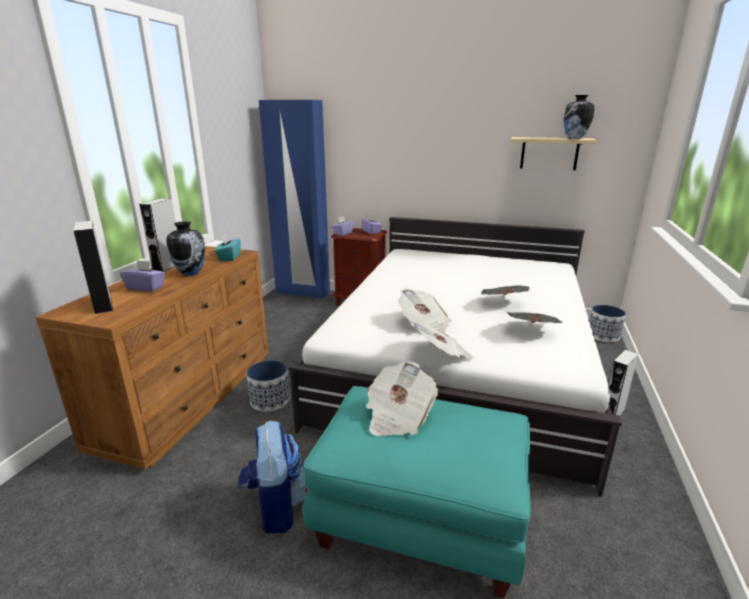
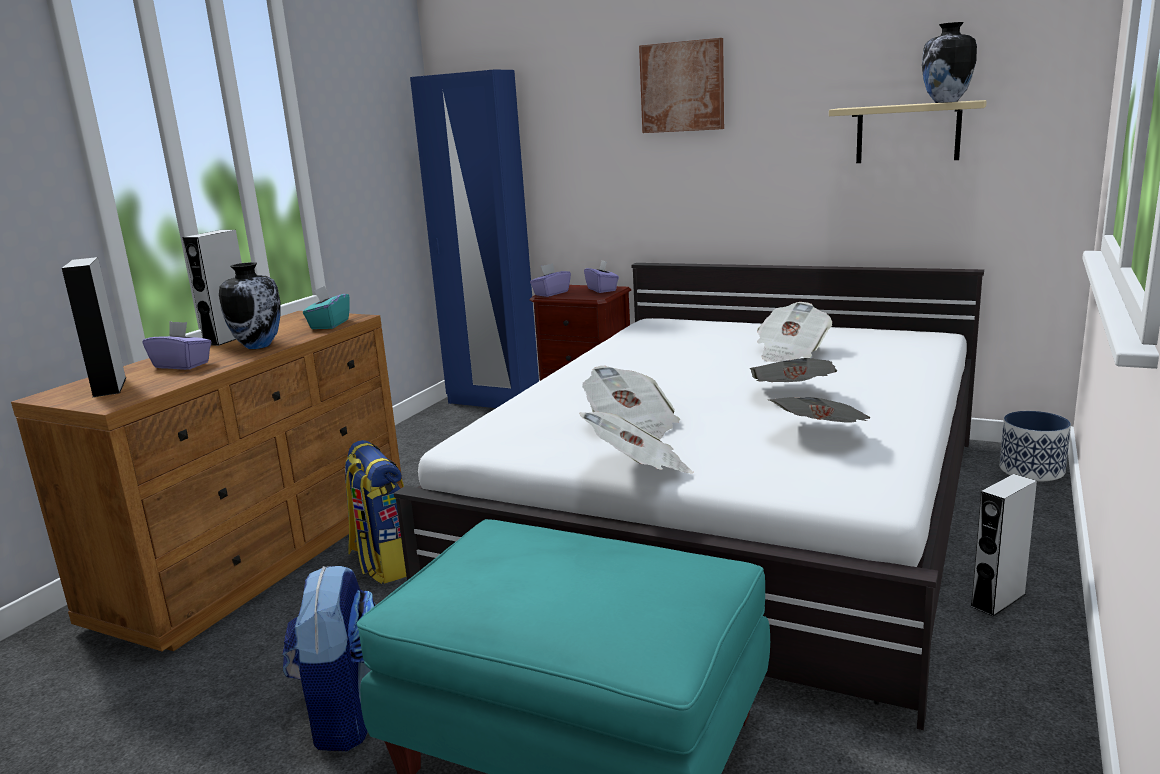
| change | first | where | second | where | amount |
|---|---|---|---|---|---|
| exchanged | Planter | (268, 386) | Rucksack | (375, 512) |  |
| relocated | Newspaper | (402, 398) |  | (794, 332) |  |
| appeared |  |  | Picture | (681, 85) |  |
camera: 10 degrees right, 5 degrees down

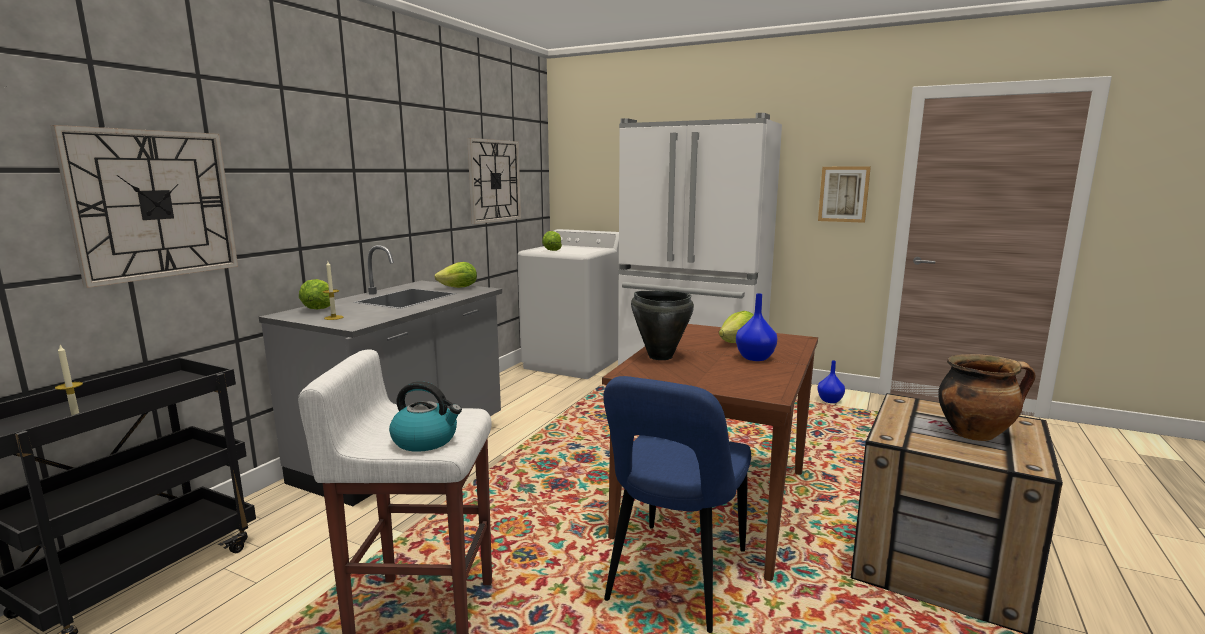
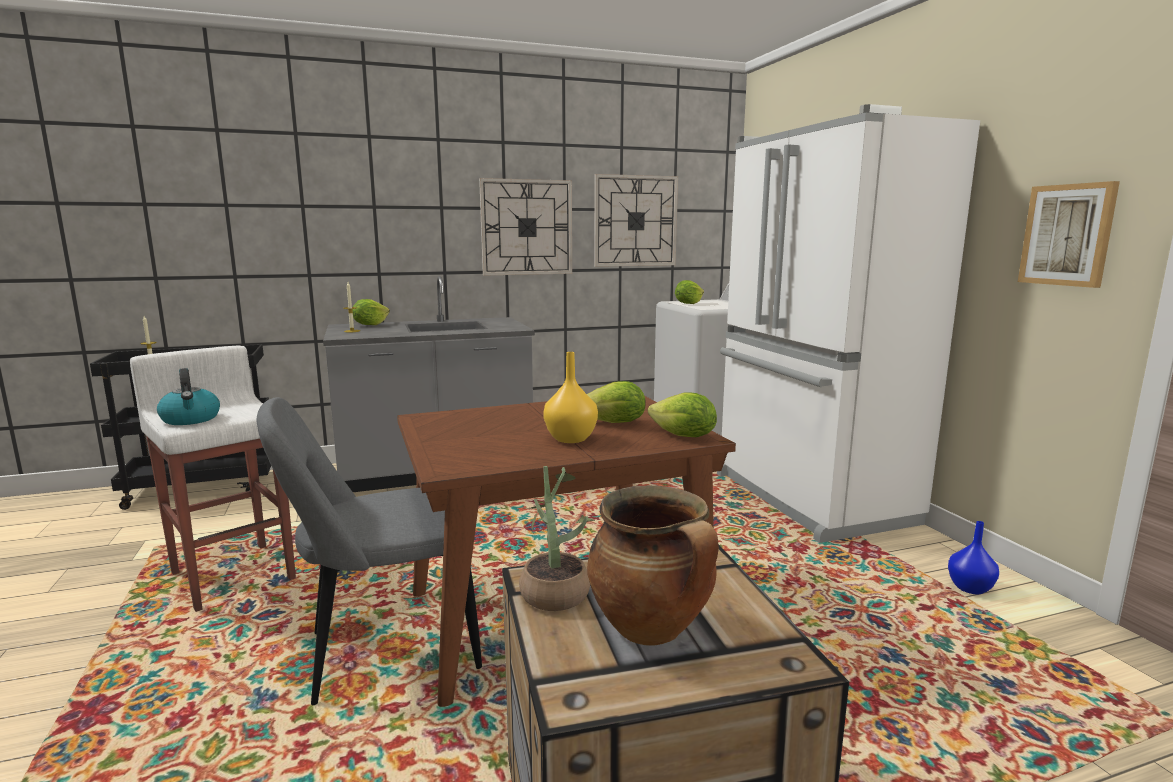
| change | first | where | second | where | amount |
|---|---|---|---|---|---|
| relocated | ClockOnTheWall | (144, 206) |  | (525, 227) |  |
| relocated | Lettuce | (455, 275) |  | (682, 415) |  |
| missing | BlackStockpot | (662, 325) |  |  |  |
| colour | BlueDecorativeVase | (756, 327) | YellowColouredDecorativeVase | (570, 397) |  |
| colour | BluePlainChair | (677, 504) | GreyPlainChair | (369, 551) |  |
| appeared |  |  | PlantInAPot | (557, 538) |  |
camera: 45 degrees right, 0 degrees up

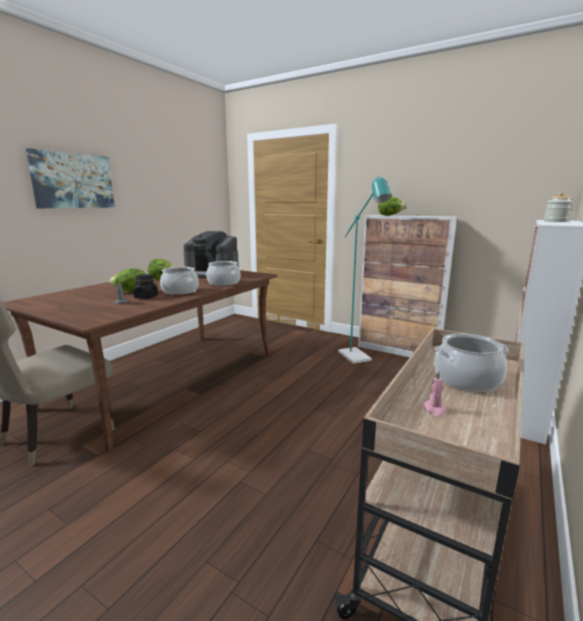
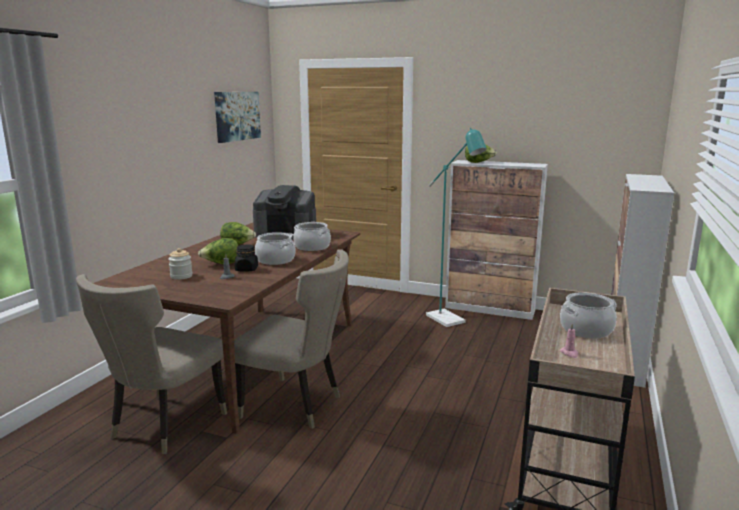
| change | first | where | second | where | amount |
|---|---|---|---|---|---|
| relocated | Picture | (70, 178) |  | (237, 117) |  |
| relocated | StorageJar | (558, 207) |  | (180, 264) |  |
| appeared |  |  | BeigeColouredPlainChair | (291, 339) |  |
camera: 10 degrees left, 0 degrees up

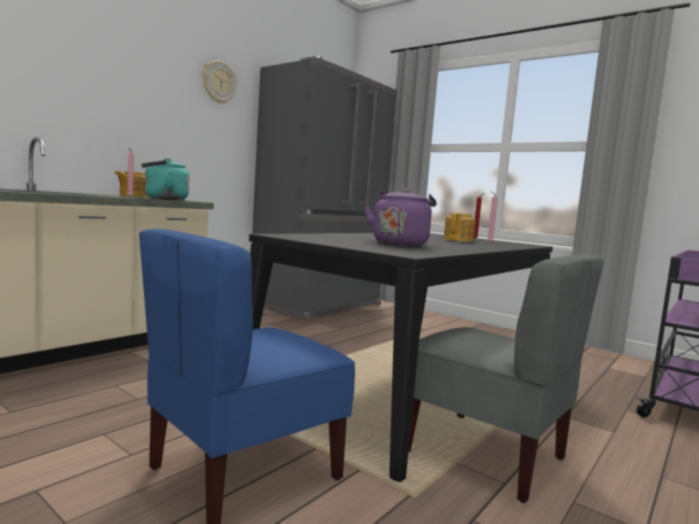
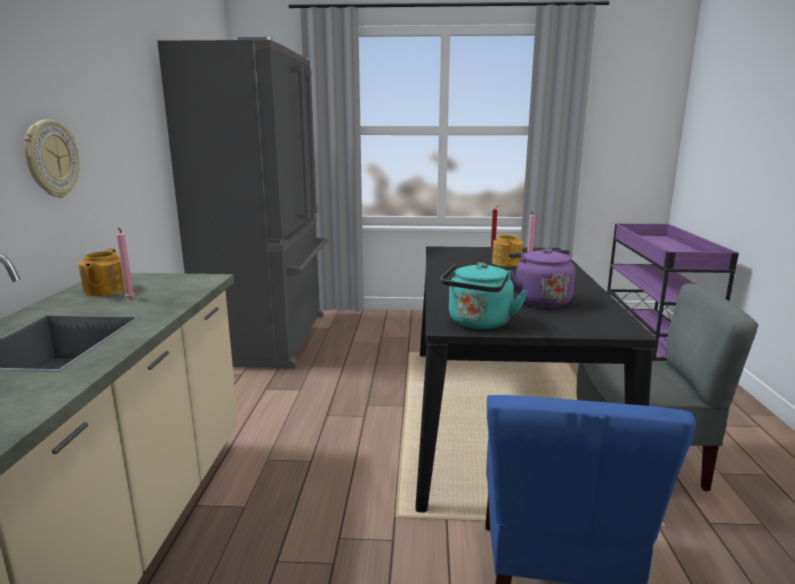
| change | first | where | second | where | amount |
|---|---|---|---|---|---|
| relocated | ClockOnTheWall | (219, 82) |  | (52, 158) |  |
| relocated | TurquoiseColouredWaterKettle | (165, 179) |  | (484, 295) |  |
camera: 35 degrees left, 10 degrees up

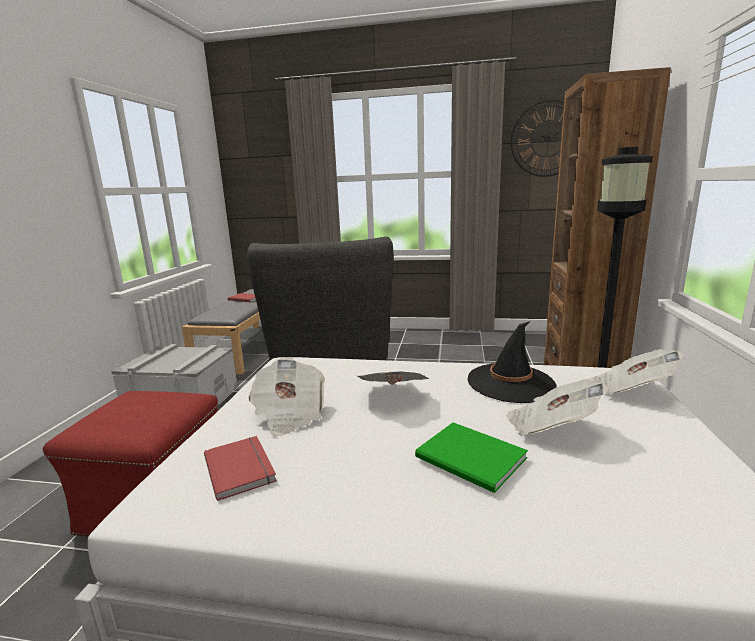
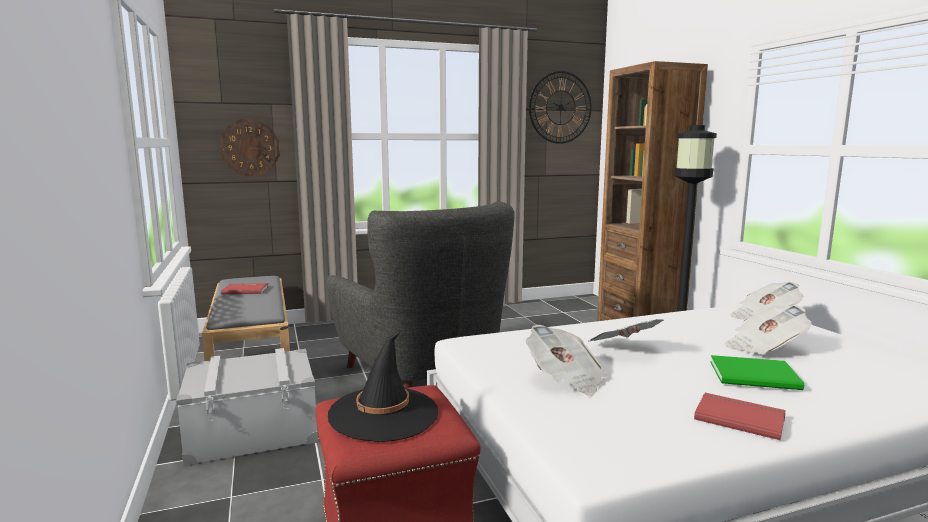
| change | first | where | second | where | amount |
|---|---|---|---|---|---|
| relocated | BlackHat | (512, 362) |  | (383, 387) |  |
| relocated | RedColouredVolume | (240, 468) |  | (740, 416) |  |
| appeared |  |  | ClockOnTheWall | (250, 147) |  |
camera: 30 degrees left, 5 degrees down

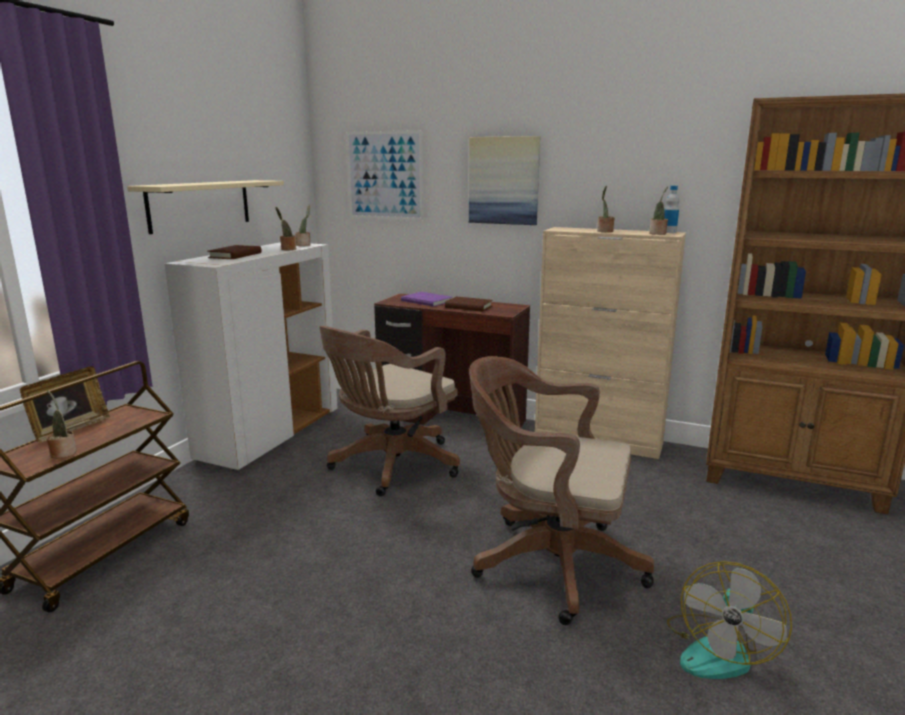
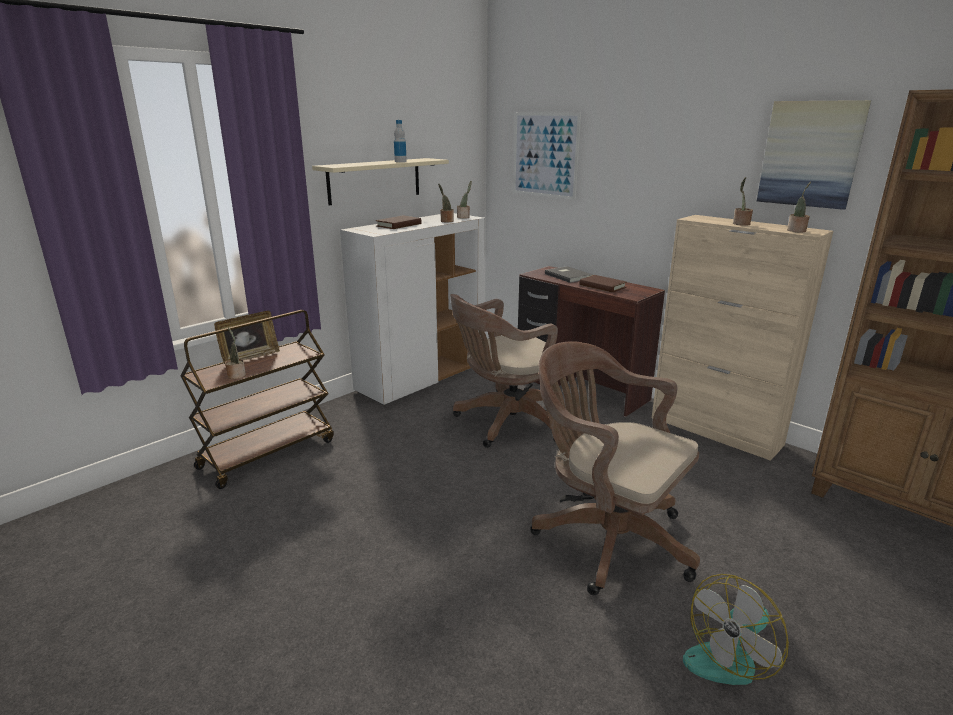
| change | first | where | second | where | amount |
|---|---|---|---|---|---|
| relocated | Picture | (504, 180) |  | (814, 155) |  |
| relocated | DrinkBottle | (671, 209) |  | (400, 141) |  |
| colour | PurplishVolume | (426, 299) | GreyVolume | (569, 274) |  |
camera: 20 degrees right, 5 degrees up

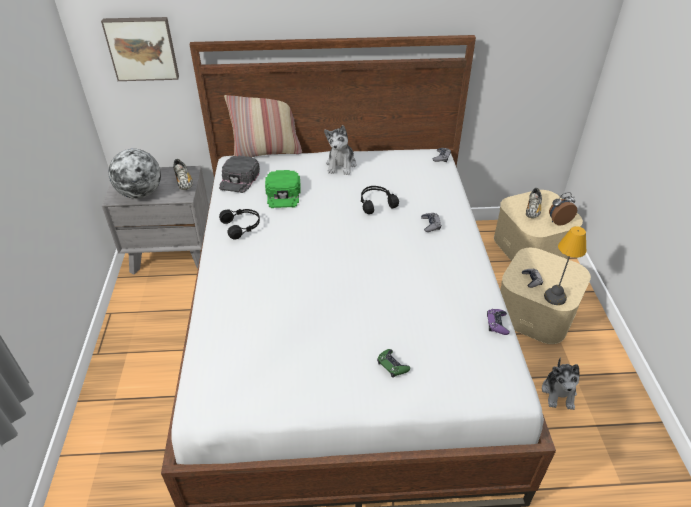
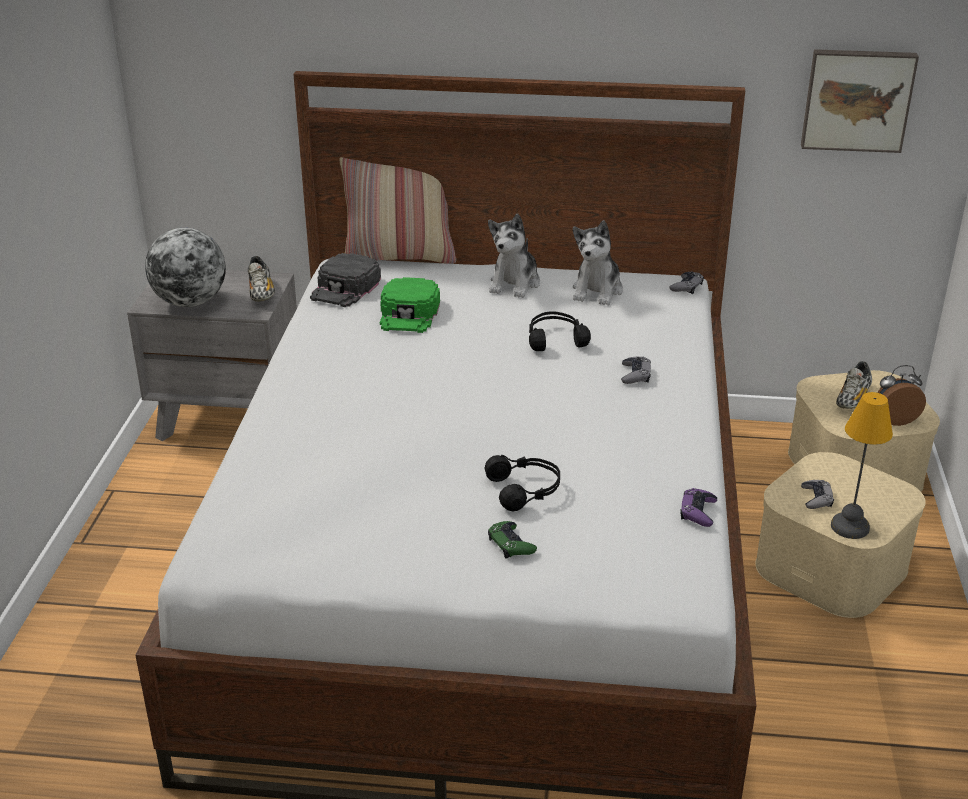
| change | first | where | second | where | amount |
|---|---|---|---|---|---|
| relocated | Picture | (140, 49) |  | (860, 101) |  |
| relocated | BlackHeadphones | (239, 224) |  | (522, 483) |  |
| relocated | SoftToy | (560, 383) |  | (598, 262) |  |
camera: 10 degrees right, 10 degrees down

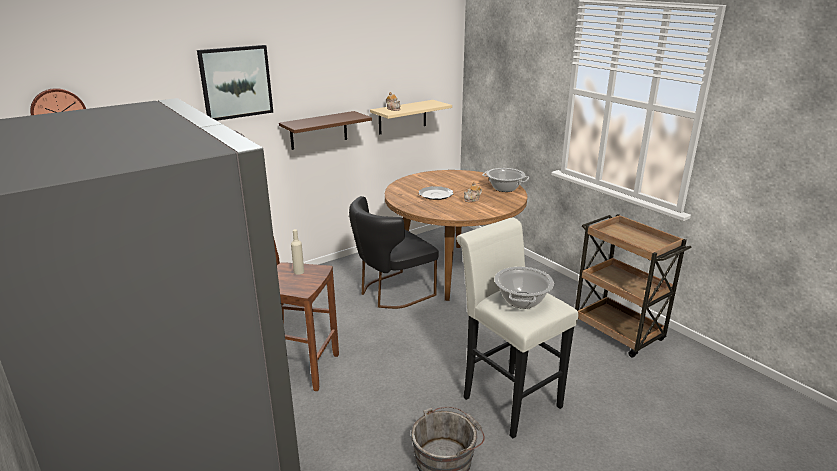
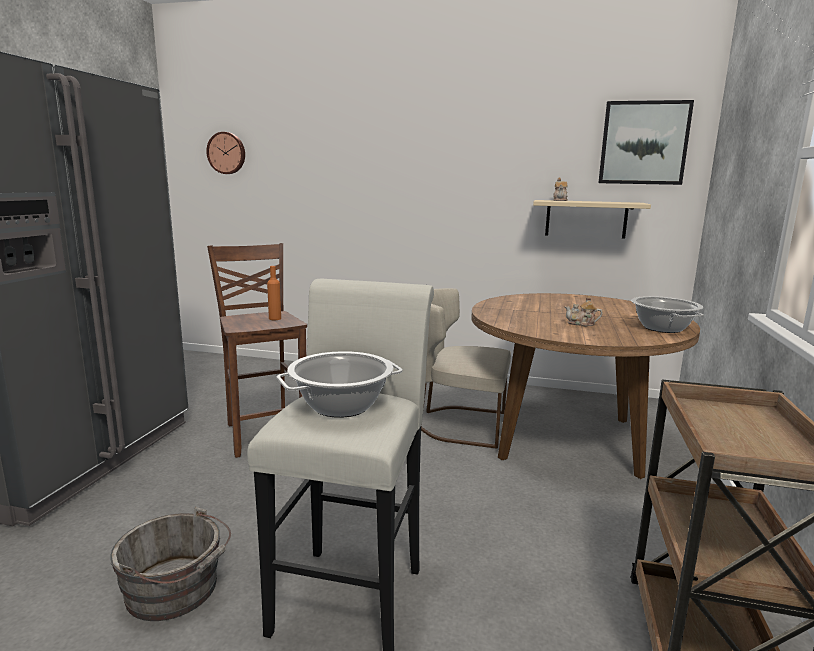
| change | first | where | second | where | amount |
|---|---|---|---|---|---|
| relocated | Picture | (235, 83) |  | (646, 142) |  |
| missing | BrownishShelf | (325, 130) |  |  |  |
| missing | FlatDish | (436, 193) |  |  |  |
| colour | BlackPlainChair | (394, 252) | BeigeColouredPlainChair | (466, 368) |  |
| colour | BeigeColouredDrinkBottle | (297, 252) | OrangeyDrinkBottle | (274, 293) |  |
camera: 50 degrees right, 10 degrees down

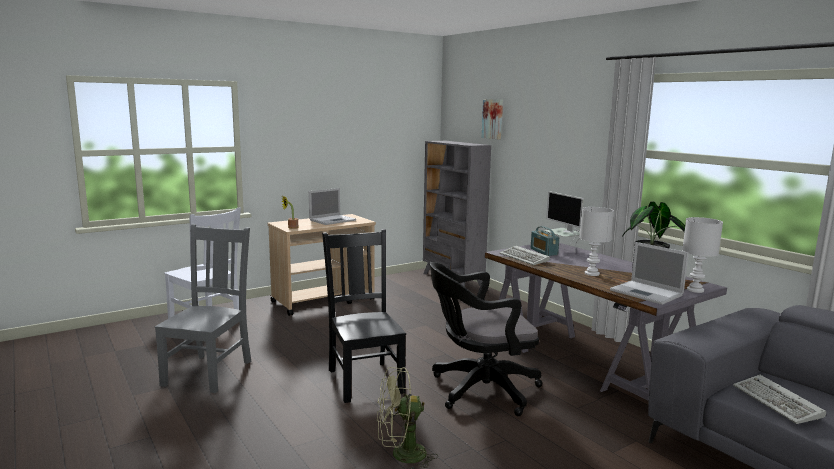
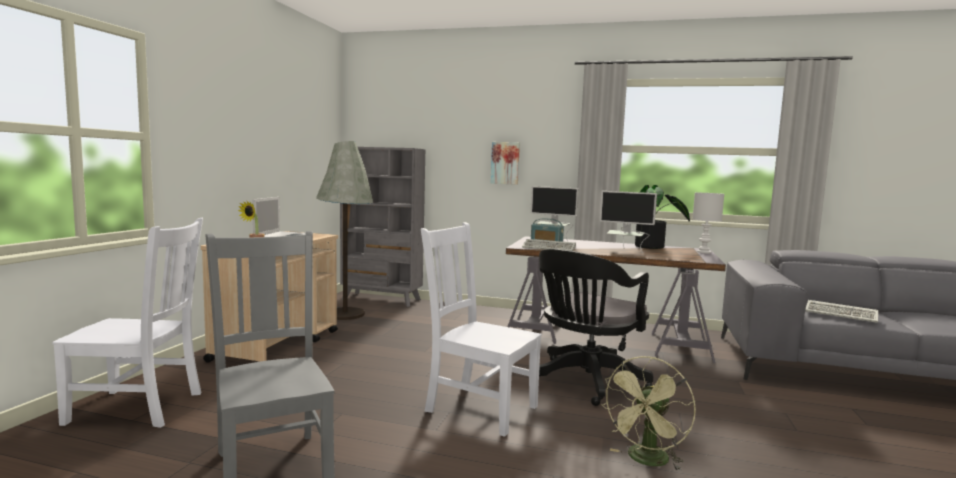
| change | first | where | second | where | amount |
|---|---|---|---|---|---|
| relocated | Picture | (492, 119) |  | (505, 163) |  |
| exchanged | WhitishLampForATable | (596, 241) | ComputerScreen | (628, 222) |  |
| colour | BlackPlainChair | (364, 316) | WhitishPlainChair | (481, 329) |  |
| missing | PortableComputer | (649, 273) |  |  |  |
| appeared |  |  | GreyFloorLamp | (344, 230) |  |
camera: 40 degrees left, 5 degrees down

